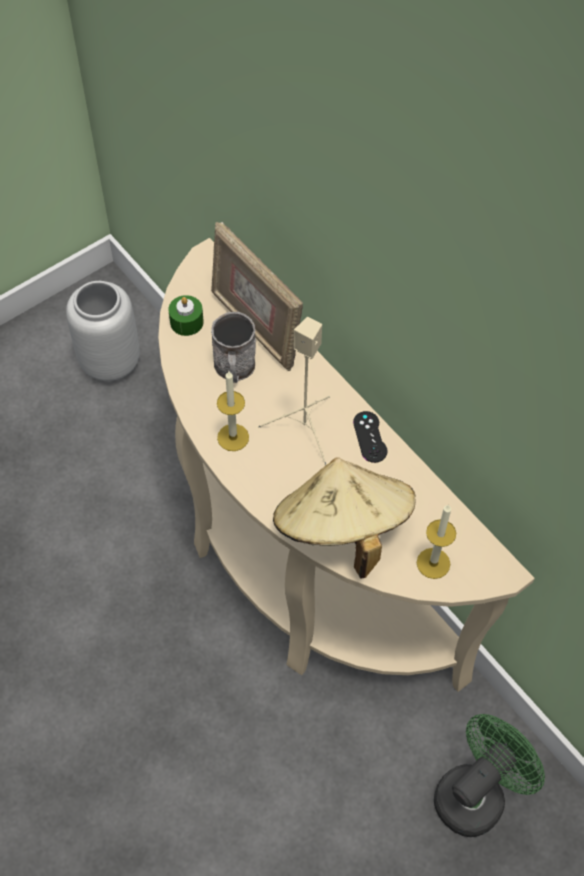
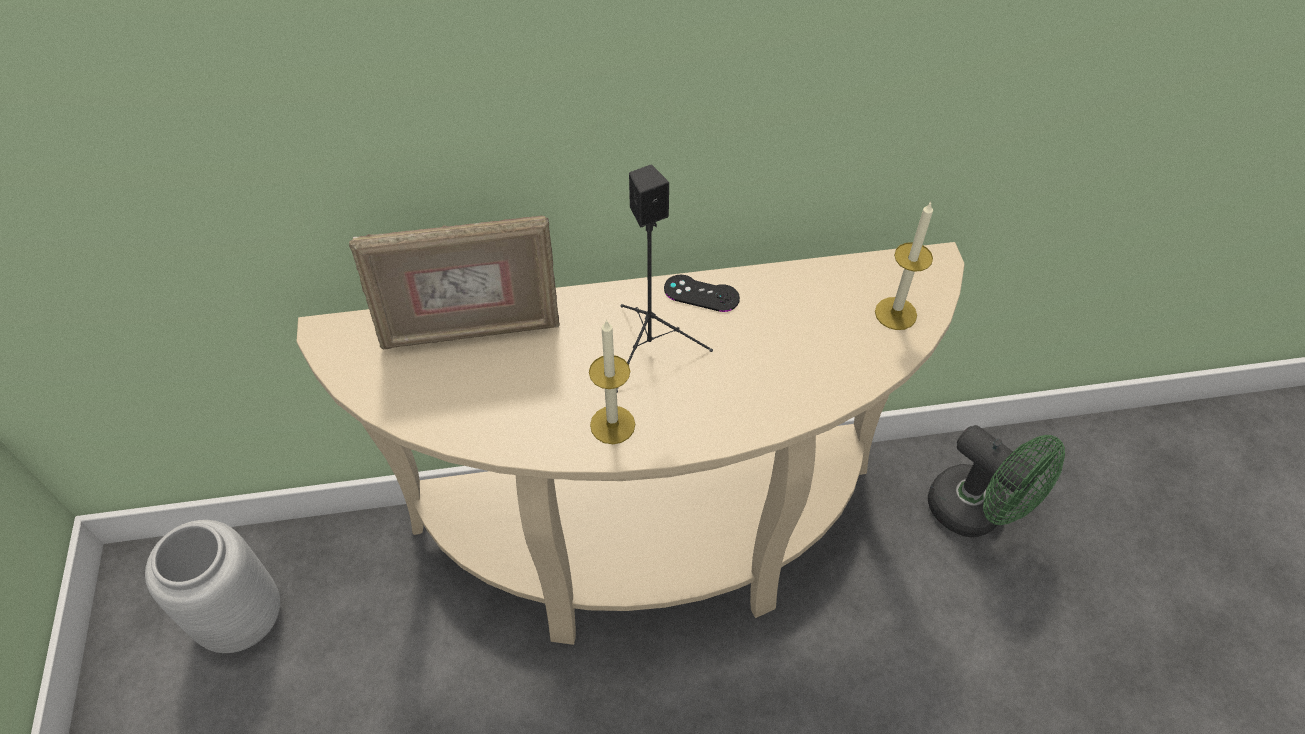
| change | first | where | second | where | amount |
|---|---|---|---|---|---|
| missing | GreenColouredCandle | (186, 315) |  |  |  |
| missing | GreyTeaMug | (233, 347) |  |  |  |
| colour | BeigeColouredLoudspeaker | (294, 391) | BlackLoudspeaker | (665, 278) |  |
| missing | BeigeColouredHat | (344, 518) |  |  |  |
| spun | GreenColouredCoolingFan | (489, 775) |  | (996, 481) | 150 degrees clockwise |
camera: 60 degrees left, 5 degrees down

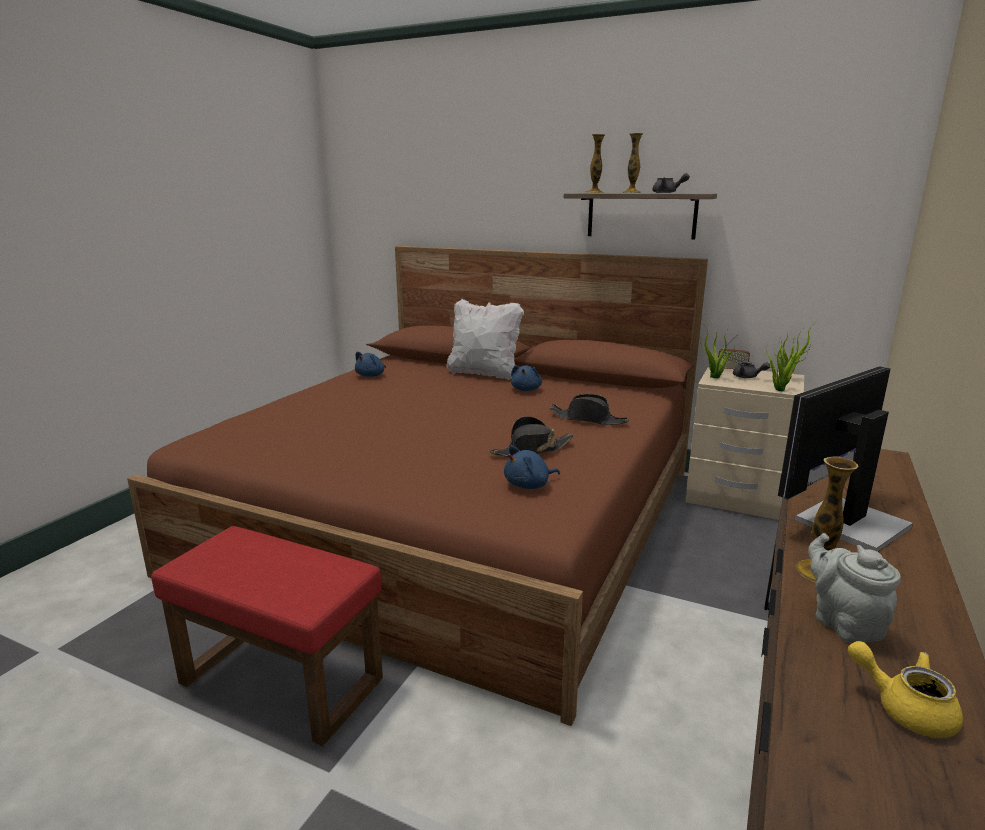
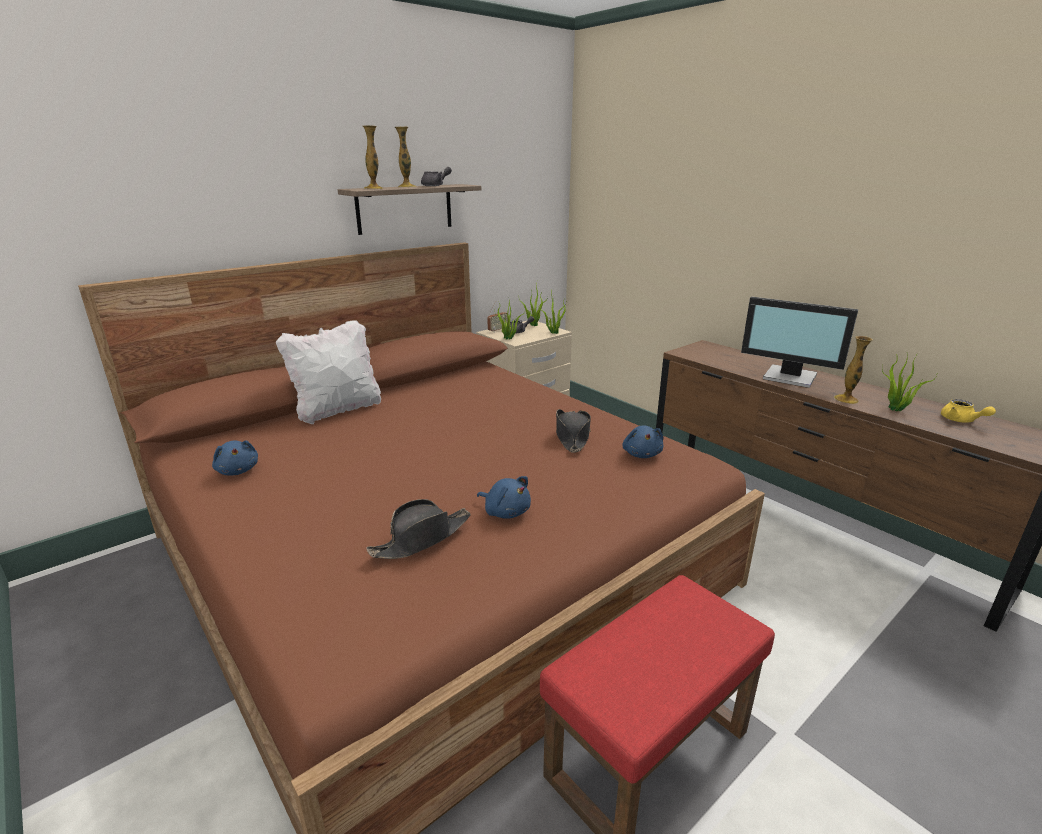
| change | first | where | second | where | amount |
|---|---|---|---|---|---|
| relocated | BlueSoftToy | (526, 378) |  | (504, 497) |  |
| spun | ComputerScreen | (845, 459) |  | (799, 342) | 45 degrees counterclockwise |
| relocated | BlackHat | (589, 409) |  | (418, 529) |  |
| exchanged | GreyTeaPot | (854, 588) | PlantInAPot | (909, 381) |  |
| spun | YellowColouredTeaPot | (905, 689) |  | (968, 411) | 90 degrees counterclockwise |
camera: 65 degrees left, 5 degrees up

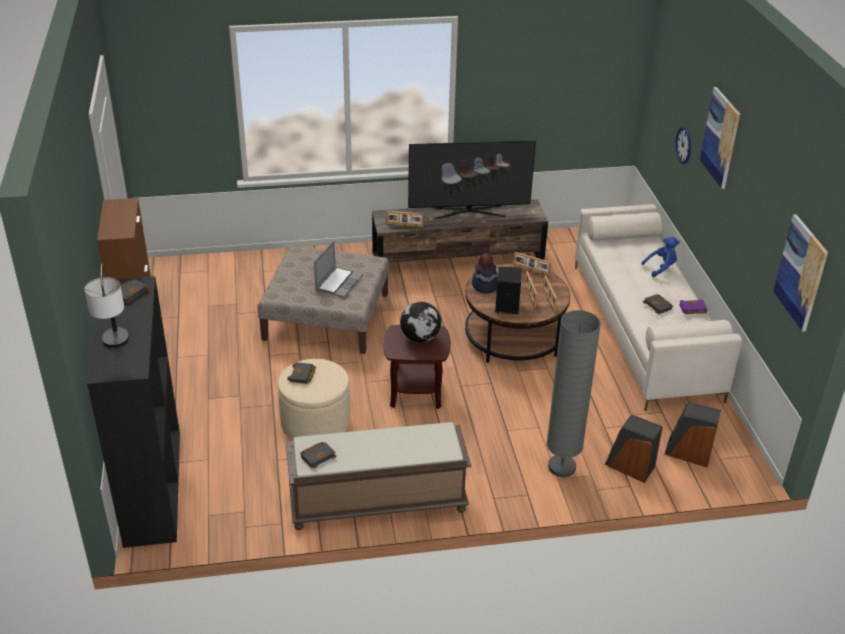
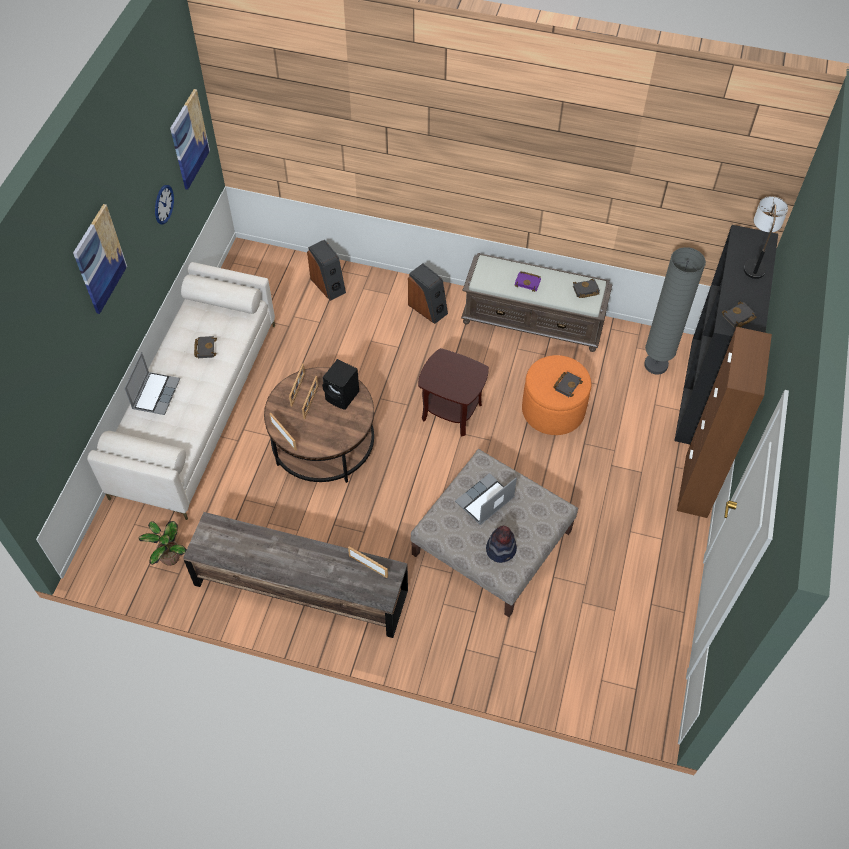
| change | first | where | second | where | amount |
|---|---|---|---|---|---|
| relocated | ClockOnTheWall | (683, 145) |  | (164, 204) |  |
| missing | Tv | (472, 180) |  |  |  |
| exchanged | BlueSoftToy | (661, 256) | PortableComputer | (152, 383) |  |
| relocated | Hat | (485, 273) |  | (501, 544) |  |
| relocated | PurplishVolume | (693, 306) |  | (528, 281) |  |
| missing | DeskGlobe | (420, 322) |  |  |  |
| relocated | GreyFloorLamp | (574, 393) |  | (675, 310) |  |
| colour | BeigeColouredFootrest | (314, 399) | OrangeyFootrest | (556, 395) |  |
| relocated | Loudspeaker | (693, 435) |  | (428, 294) |  |
| appeared |  |  | PlantInAPot | (163, 543) |  |
camera: 155 degrees left, 20 degrees up

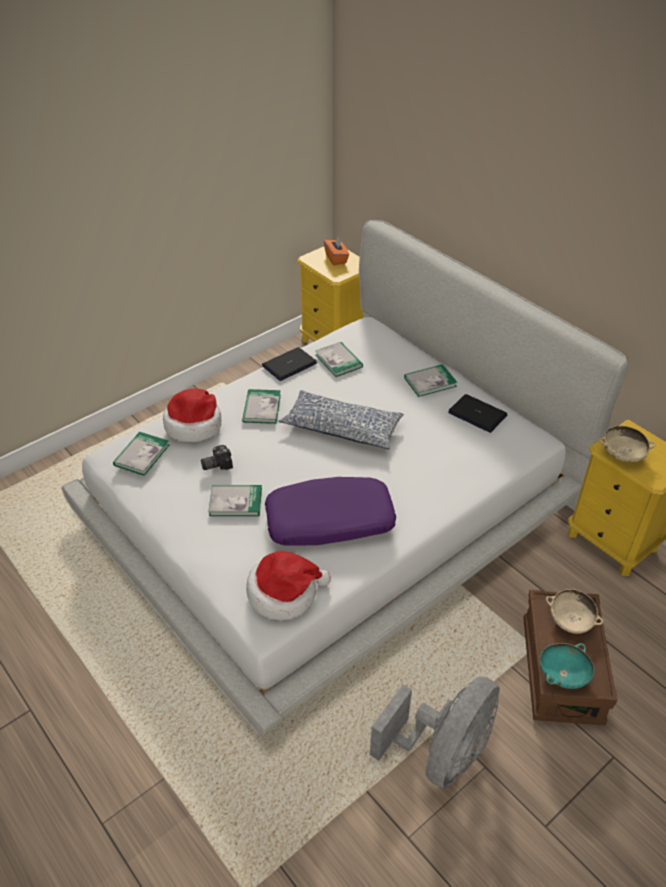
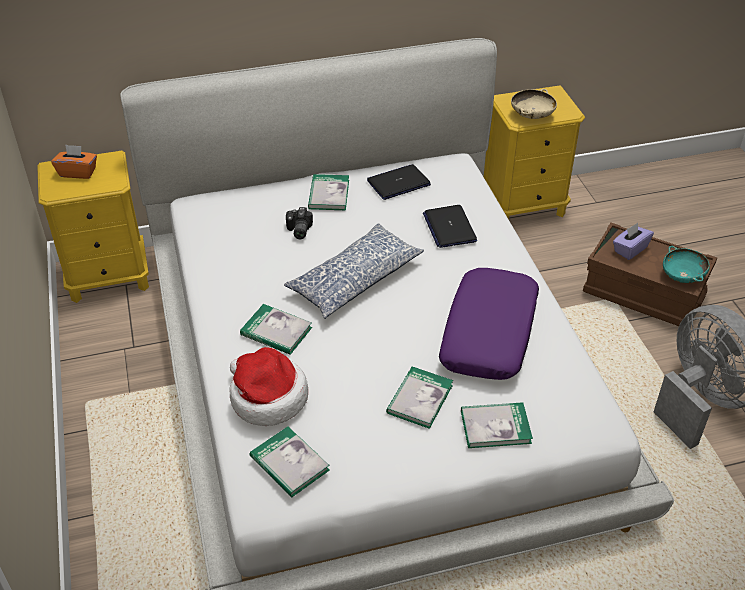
| change | first | where | second | where | amount |
|---|---|---|---|---|---|
| relocated | Volume | (339, 359) |  | (497, 425) |  |
| relocated | PortableComputer | (289, 364) |  | (450, 226) |  |
| relocated | StillCamera | (217, 457) |  | (299, 223) |  |
| missing | Hat | (288, 585) |  |  |  |
| exchanged | BeigeColouredServingBowl | (575, 611) | PurplishTissueHolder | (633, 241) |  |
camera: 65 degrees left, 0 degrees up

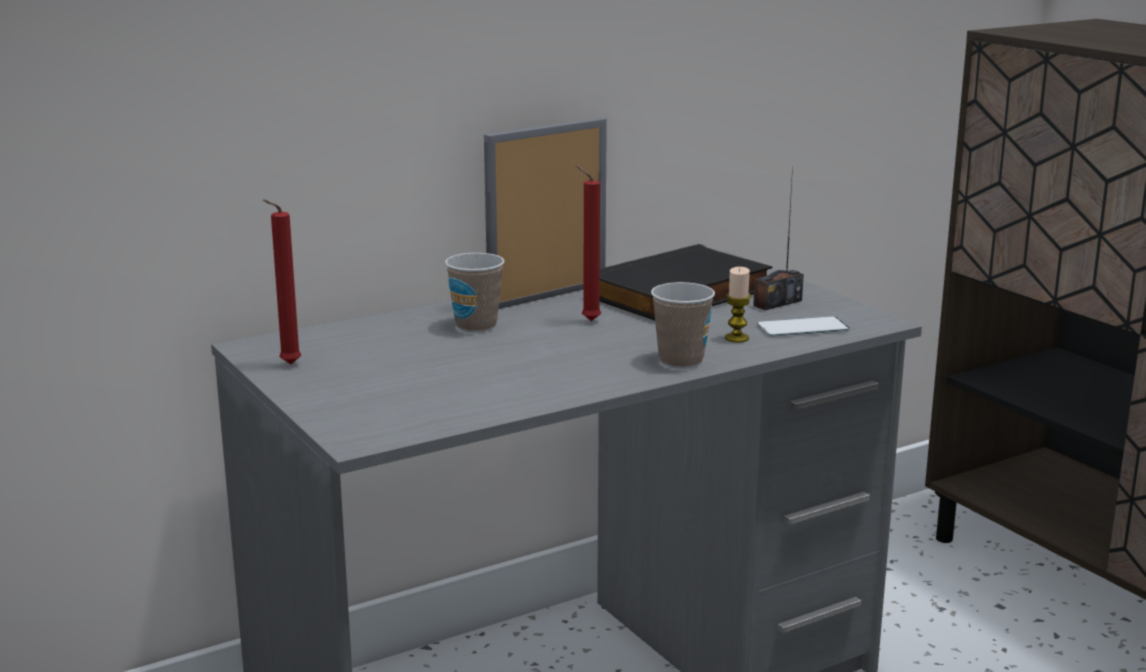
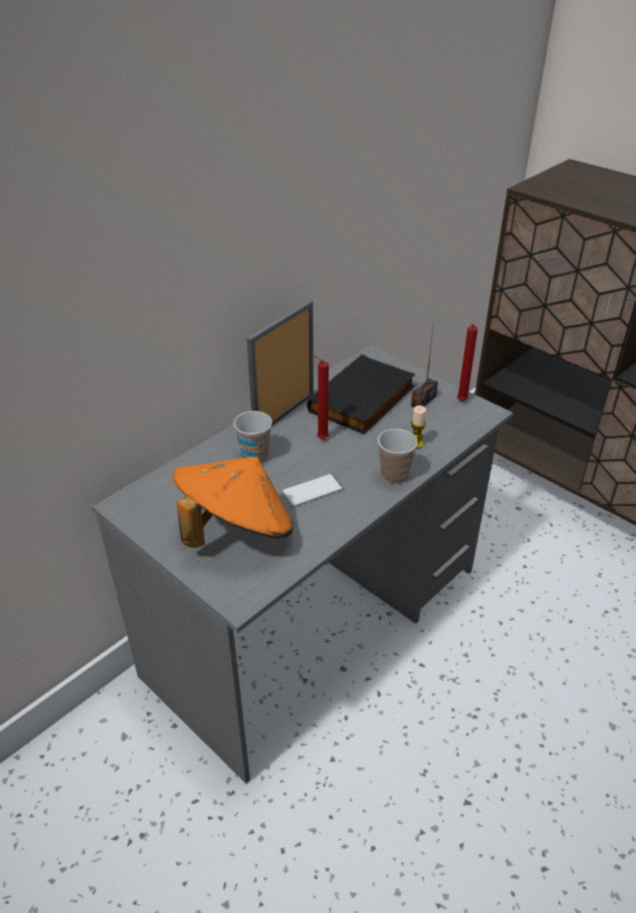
| change | first | where | second | where | amount |
|---|---|---|---|---|---|
| relocated | RedColouredCandle | (282, 281) |  | (467, 362) |  |
| relocated | Phone | (803, 326) |  | (312, 490) |  |
| appeared |  |  | OrangeyHat | (233, 502) |  |
camera: 15 degrees left, 20 degrees up

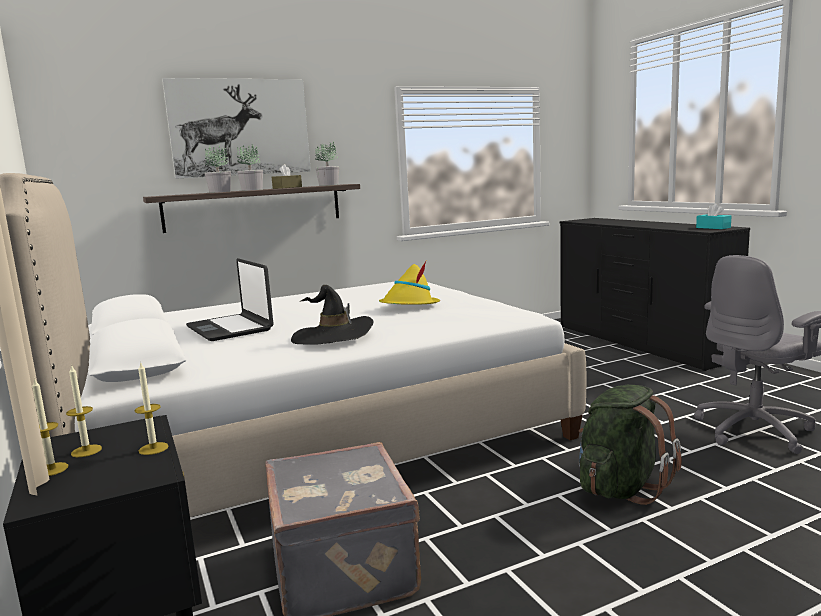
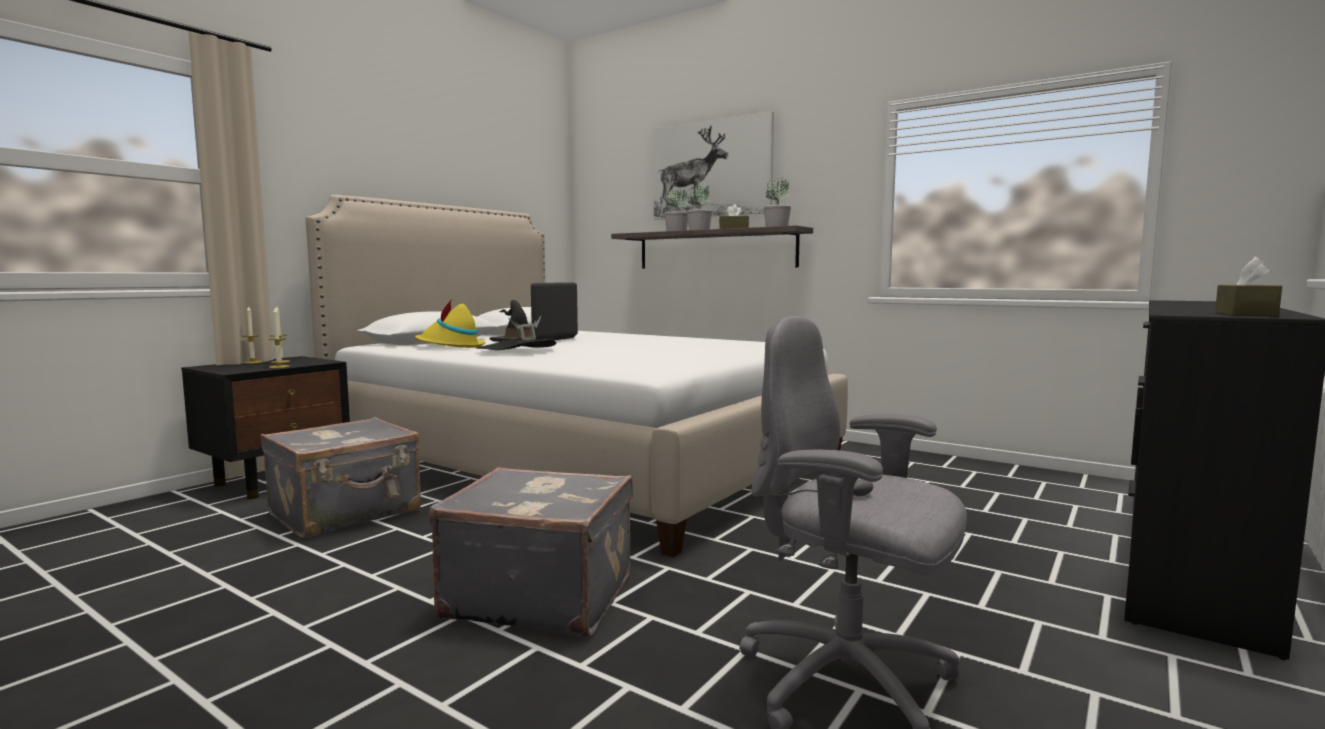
| change | first | where | second | where | amount |
|---|---|---|---|---|---|
| colour | TurquoiseColouredTissueHolder | (713, 216) | BrownishTissueHolder | (1248, 287) |  |
| relocated | YellowColouredHat | (409, 283) |  | (450, 323) |  |
| exchanged | GreenColouredRucksack | (630, 445) | GreyPieceOfLuggage | (531, 551) |  |
camera: 60 degrees right, 5 degrees down

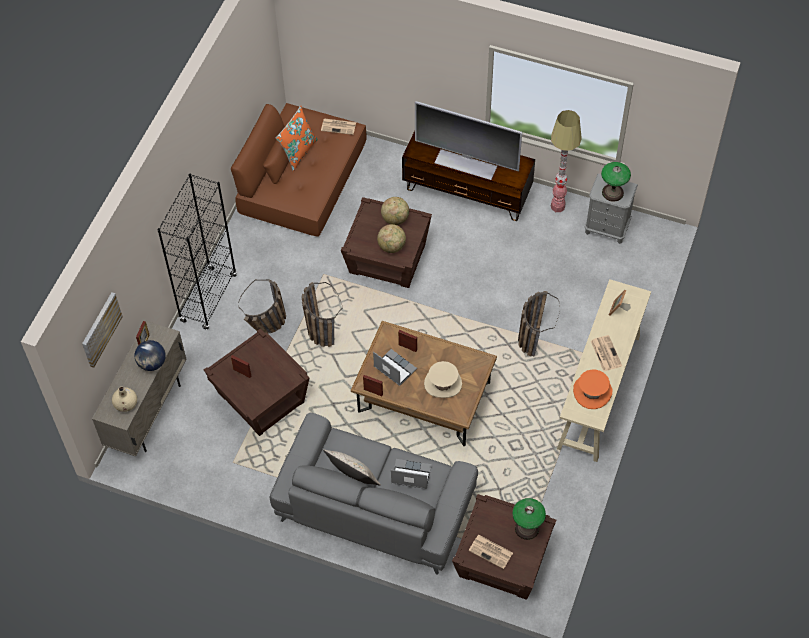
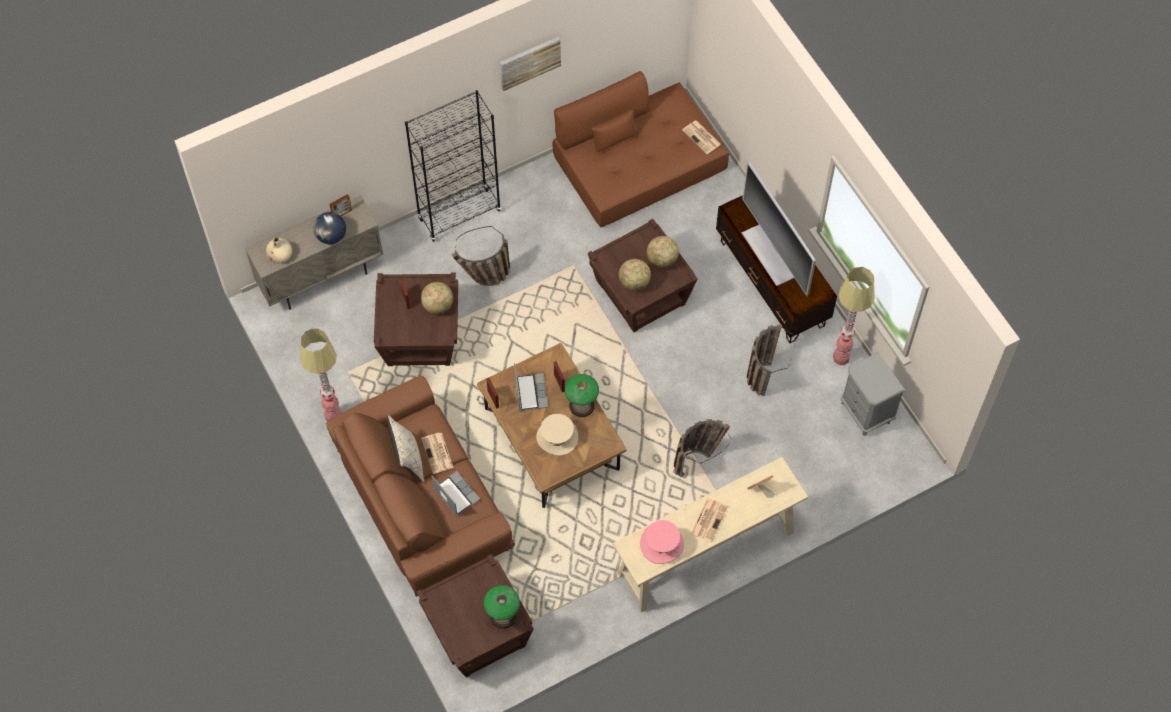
| change | first | where | second | where | amount |
|---|---|---|---|---|---|
| missing | OrangeyPillow | (297, 138) |  |  |  |
| relocated | LampForATable | (616, 182) |  | (582, 395) |  |
| relocated | HouseholdBasket | (322, 314) |  | (771, 360) |  |
| relocated | Picture | (102, 330) |  | (530, 63) |  |
| colour | OrangeyHat | (592, 389) | PinkishHat | (662, 542) |  |
| colour | GreySofa | (374, 494) | BrownishSofa | (420, 486) |  |
| relocated | Newspaper | (491, 552) |  | (437, 453) |  |
| appeared |  |  | DeskGlobe | (437, 298) |  |
| appeared |  |  | FloorLamp | (321, 375) |  |
camera: 40 degrees right, 5 degrees up

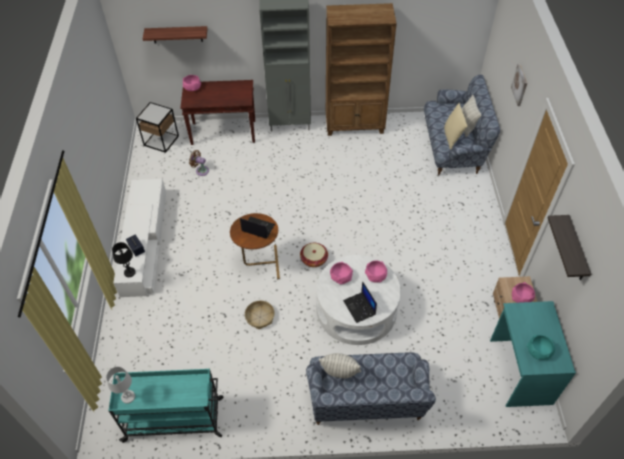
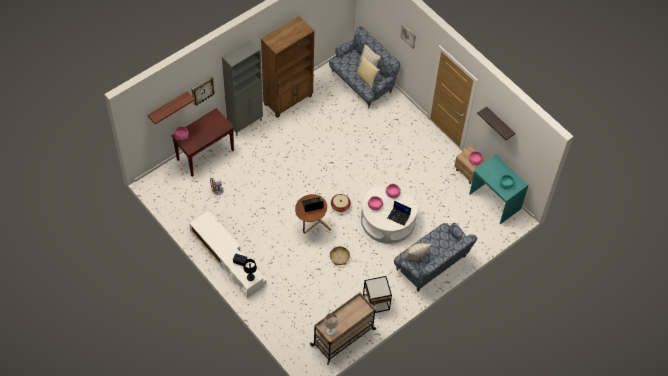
| change | first | where | second | where | amount |
|---|---|---|---|---|---|
| relocated | AccentTable | (157, 127) |  | (377, 294) |  |
| colour | TurquoiseColouredWheeledCart | (166, 406) | BeigeColouredWheeledCart | (343, 328) |  |
| appeared |  |  | ClockOnTheWall | (203, 91) |  |
camera: 40 degrees left, 5 degrees up

